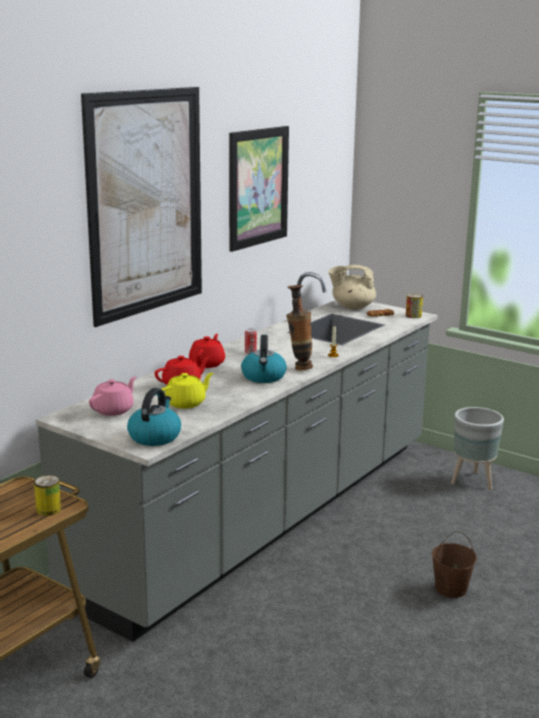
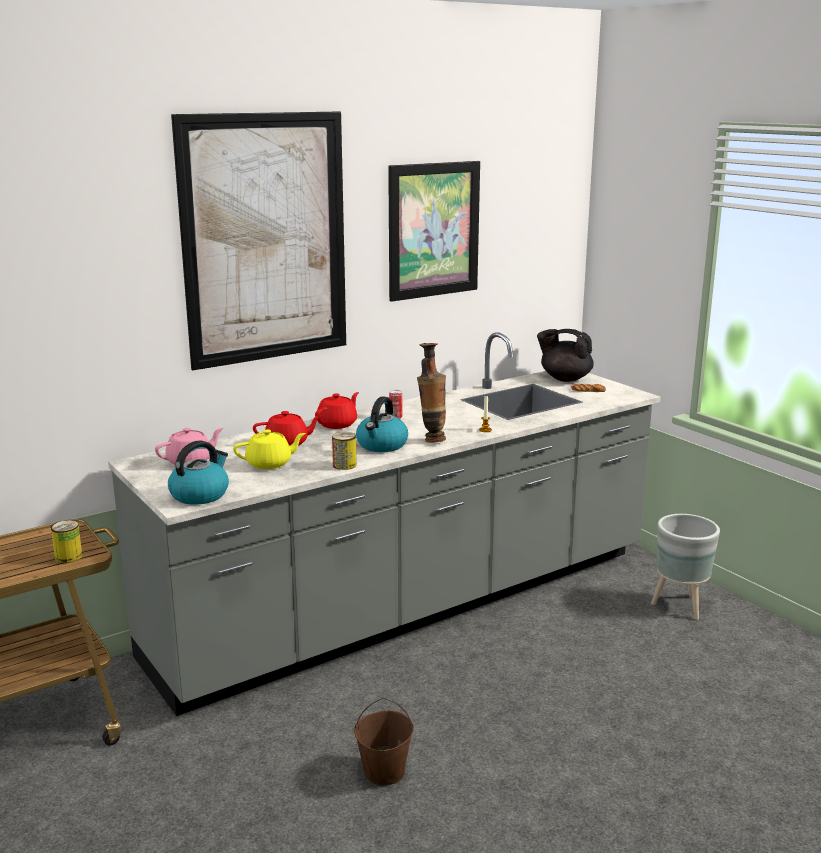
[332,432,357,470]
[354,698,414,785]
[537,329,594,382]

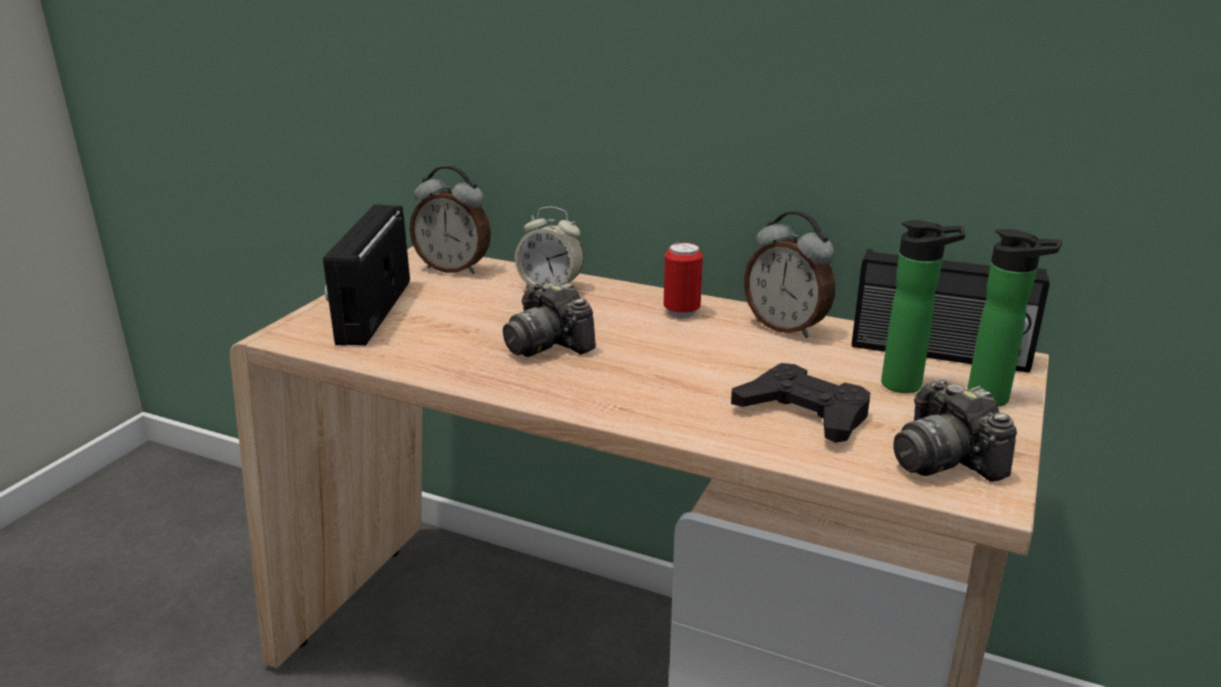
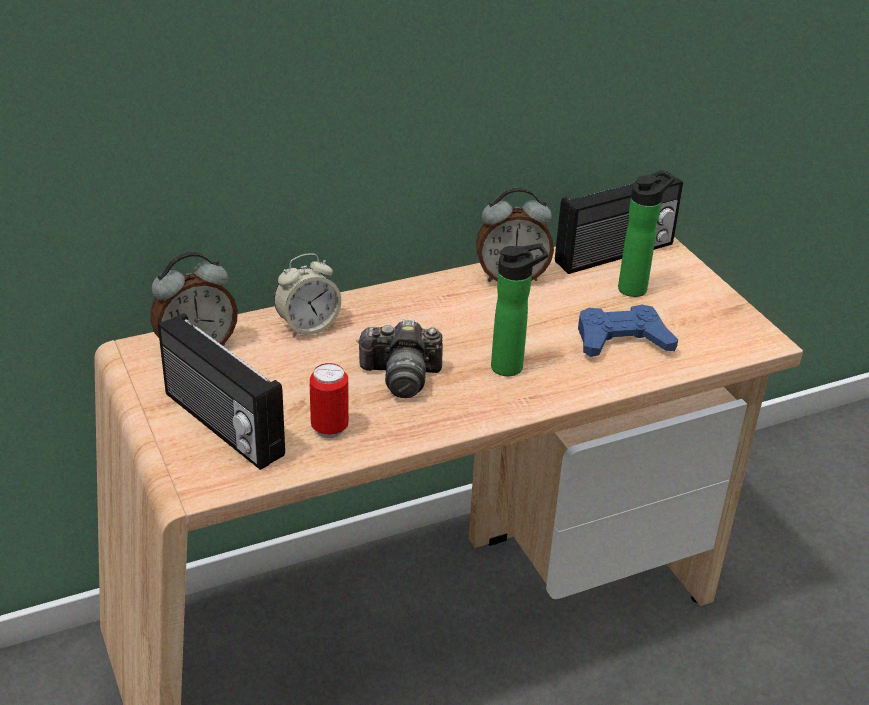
[310,363,349,438]
[491,243,548,376]
[578,304,678,357]
[893,379,1017,482] (first image)

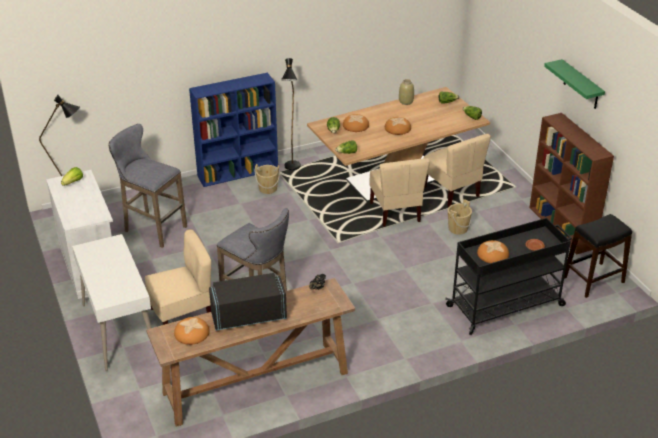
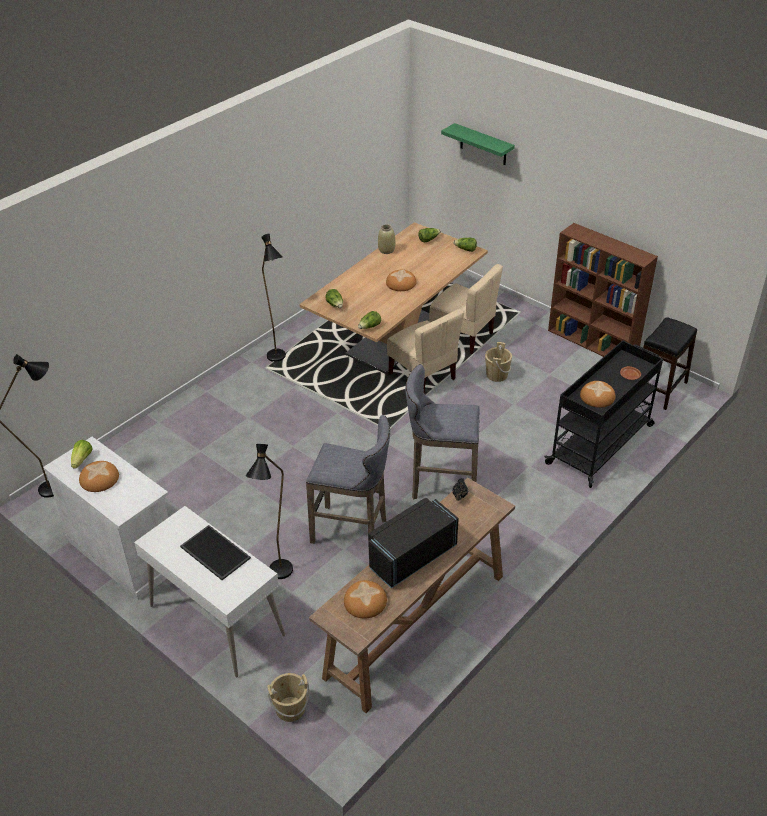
[79,461,119,492]
[180,525,251,580]
[246,444,293,579]
[267,673,309,722]
[405,364,480,499]
[441,123,515,165]
[189,73,278,187] (first image)

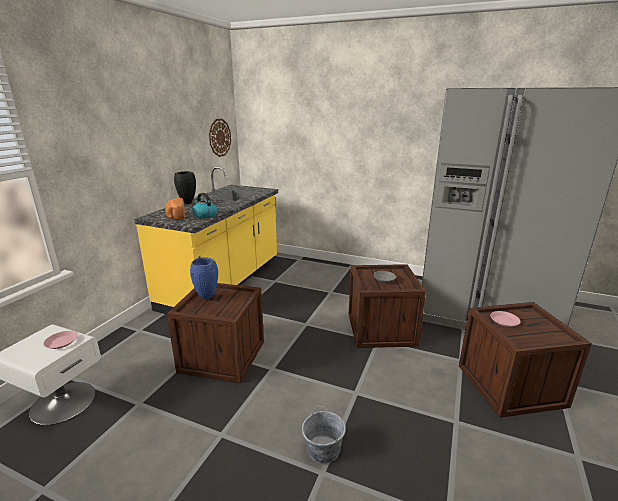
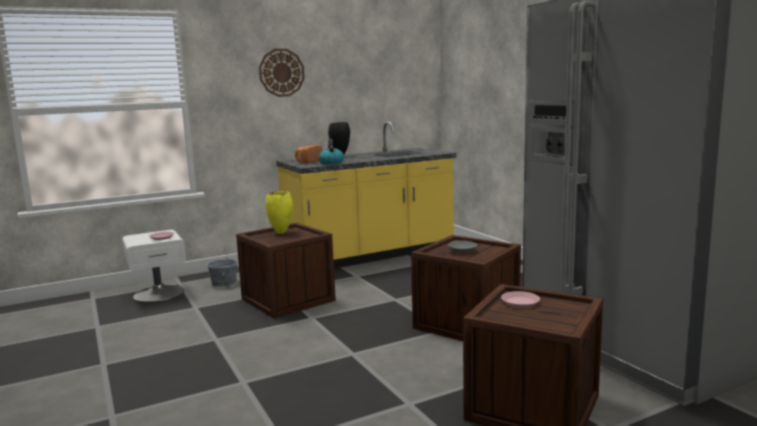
[207,247,238,287]
[259,49,305,97]
[266,191,293,234]

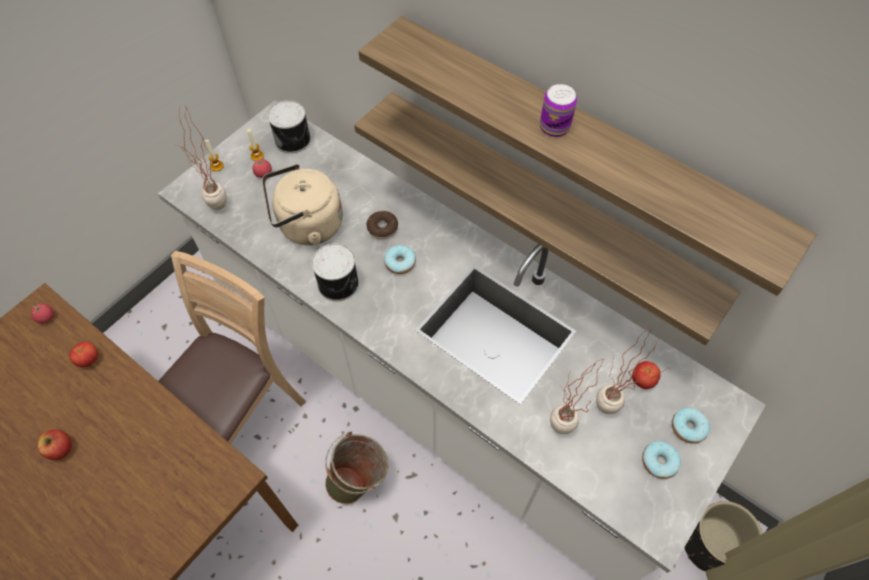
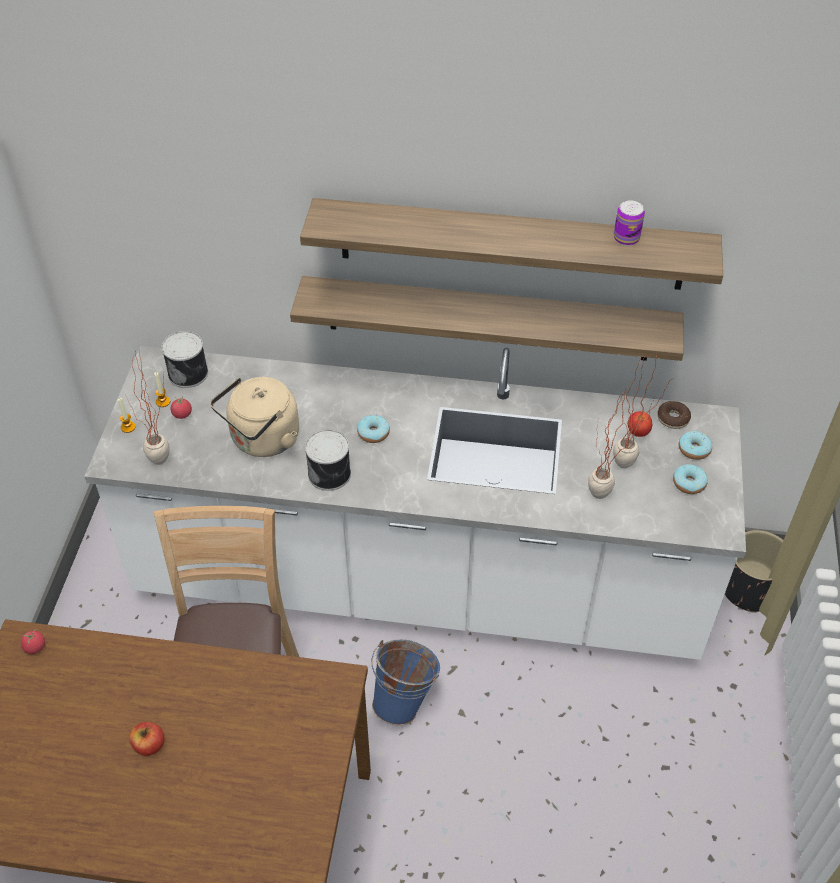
[372,639,440,726]
[614,200,645,246]
[657,401,691,429]
[69,341,98,368] (first image)

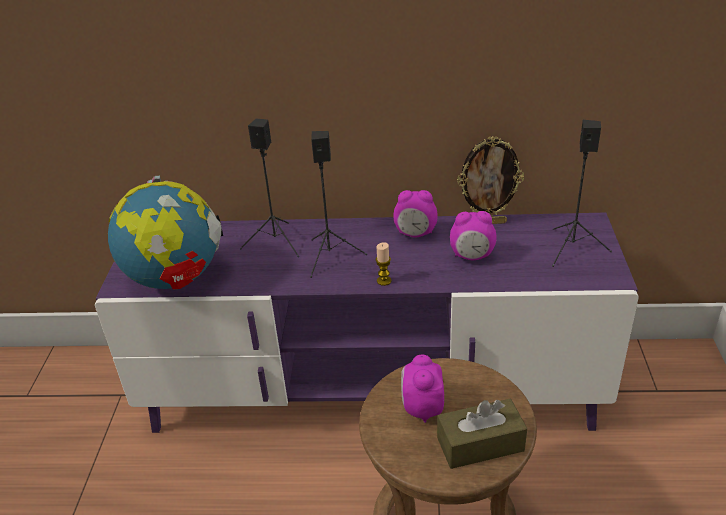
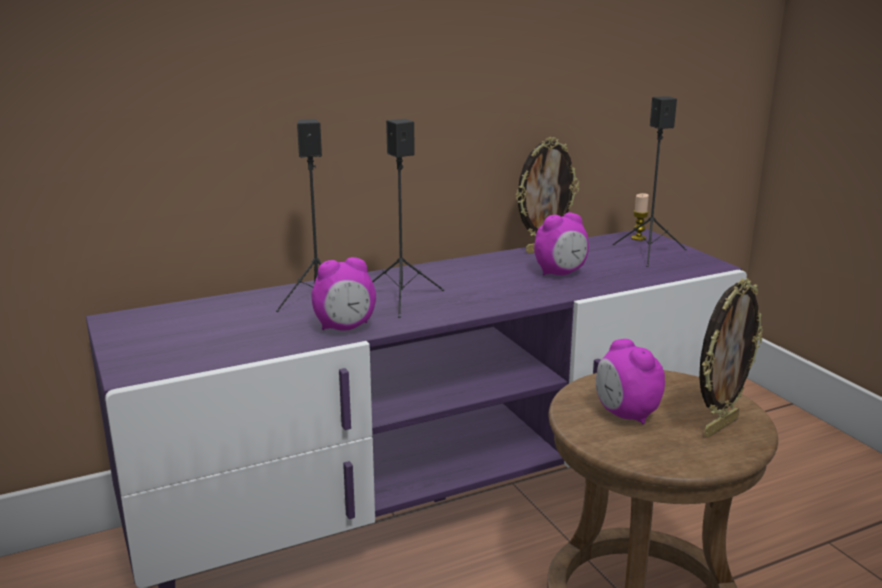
[312,257,376,331]
[631,193,649,241]
[699,278,763,437]
[108,176,223,290] (first image)

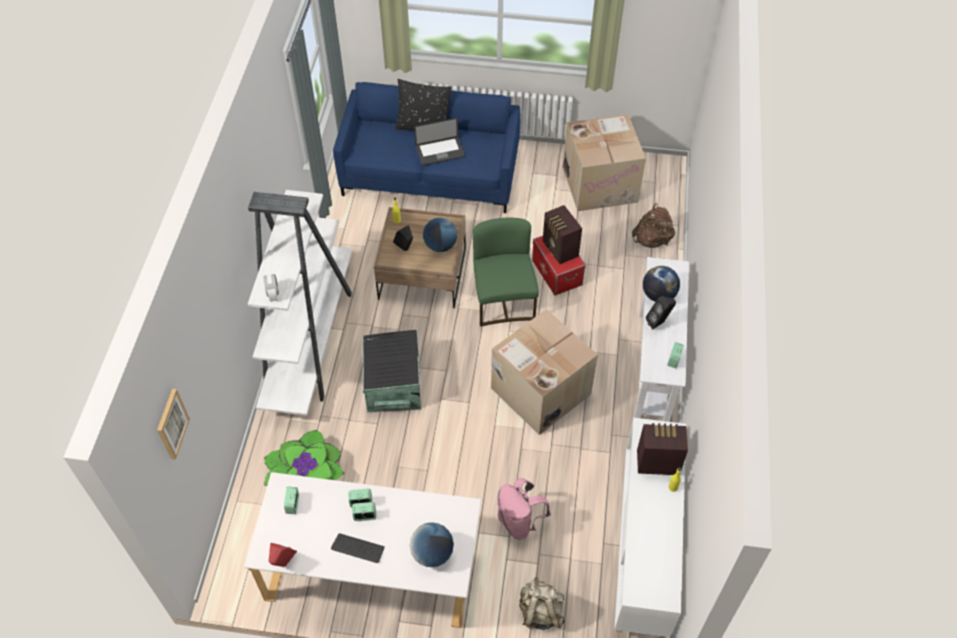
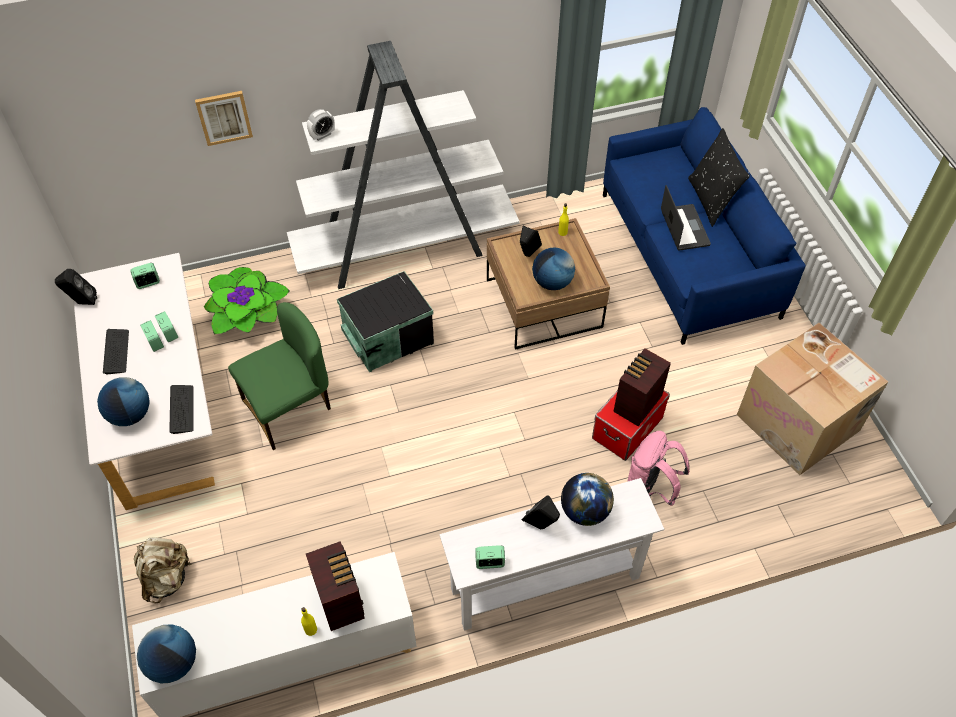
[55,269,97,305]
[137,624,196,683]
[169,385,194,434]
[195,91,253,146]
[228,302,331,450]
[627,431,690,506]
[661,185,711,251]
[491,309,598,435] (first image)
[632,203,675,248] (first image)

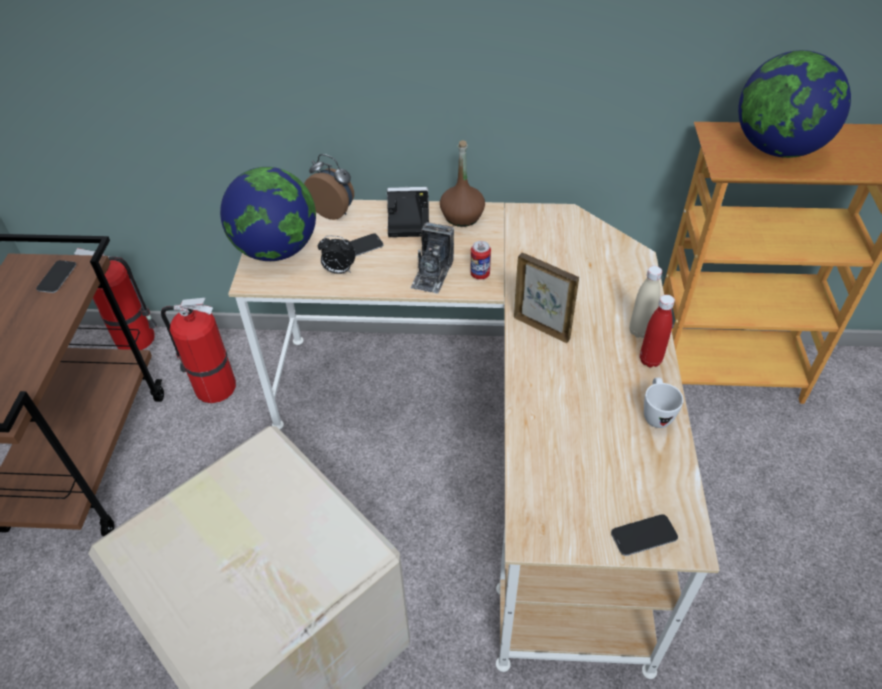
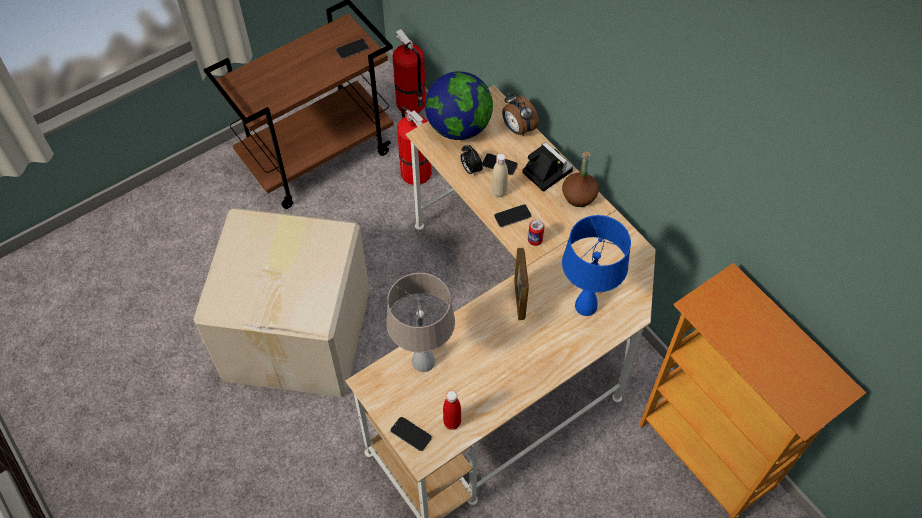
[386,273,455,372]
[443,390,461,430]
[492,153,508,197]
[494,204,531,227]
[502,93,539,136]
[562,215,631,316]
[644,377,684,428] (first image)
[738,50,851,158] (first image)

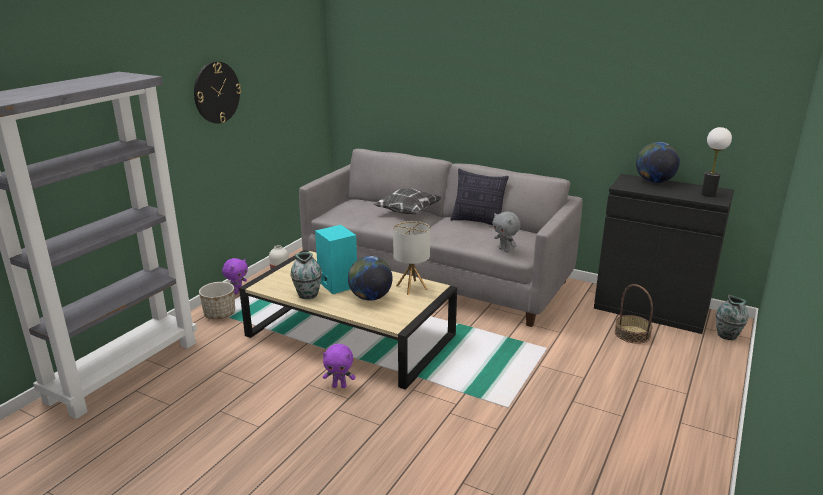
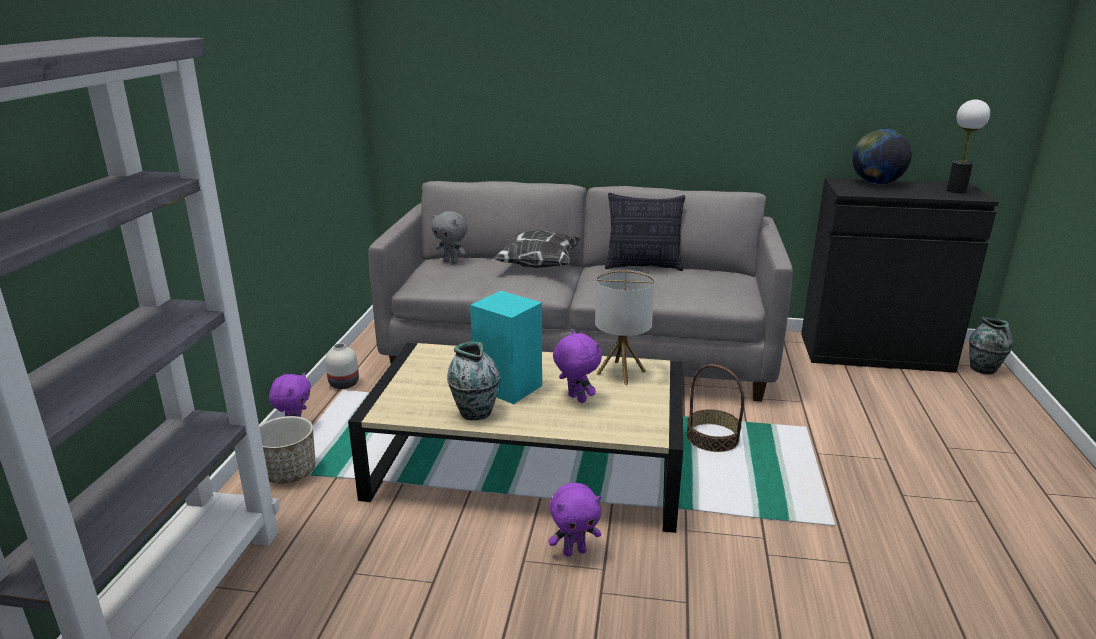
[432,211,468,264]
[553,330,602,403]
[686,364,744,452]
[194,61,241,124] (first image)

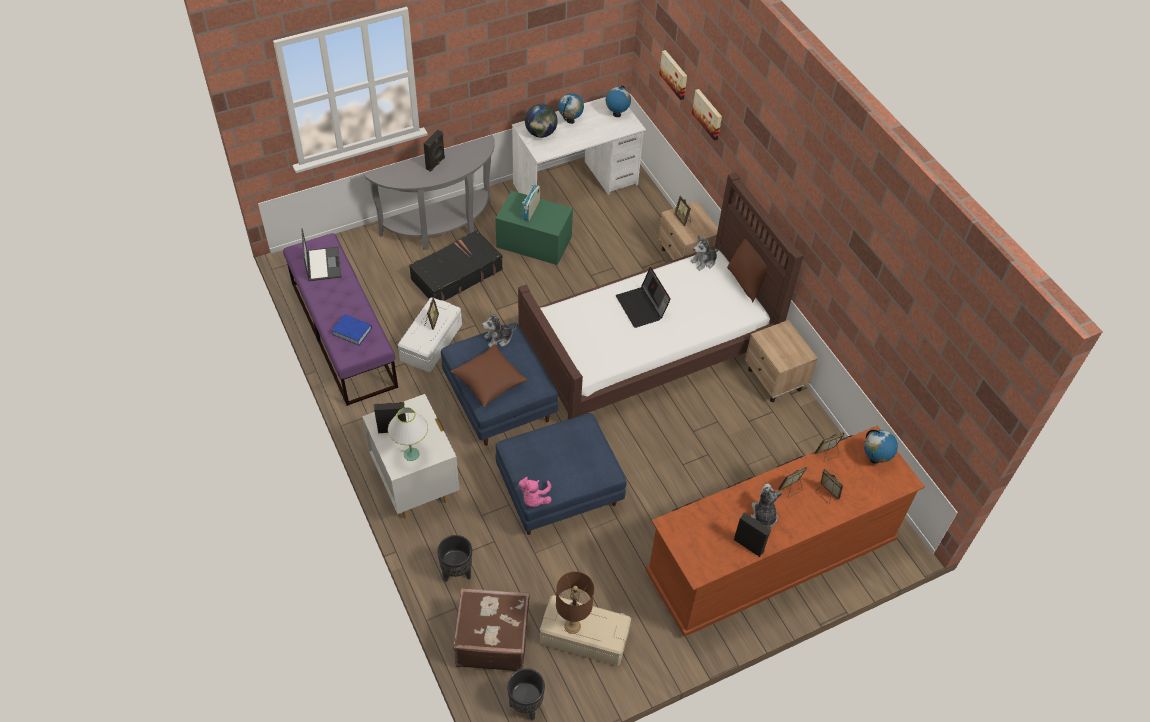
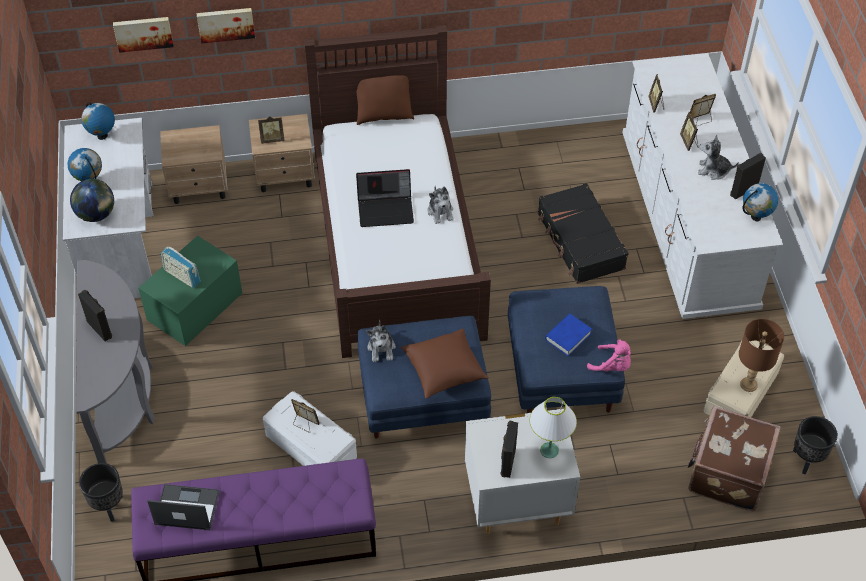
[79,463,123,522]
[160,125,228,204]
[428,187,454,224]
[538,183,629,284]
[545,314,592,356]
[622,53,783,319]
[743,183,778,221]

